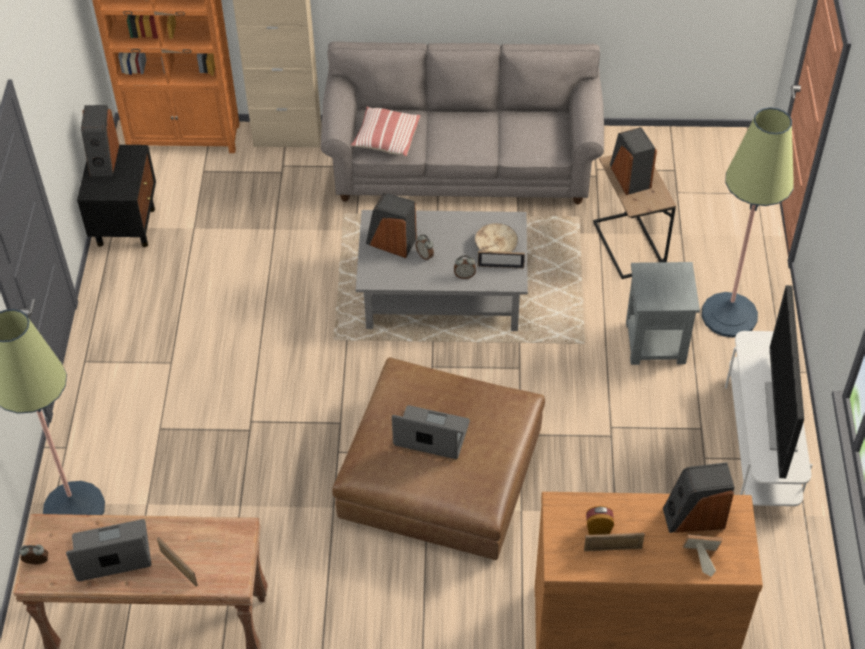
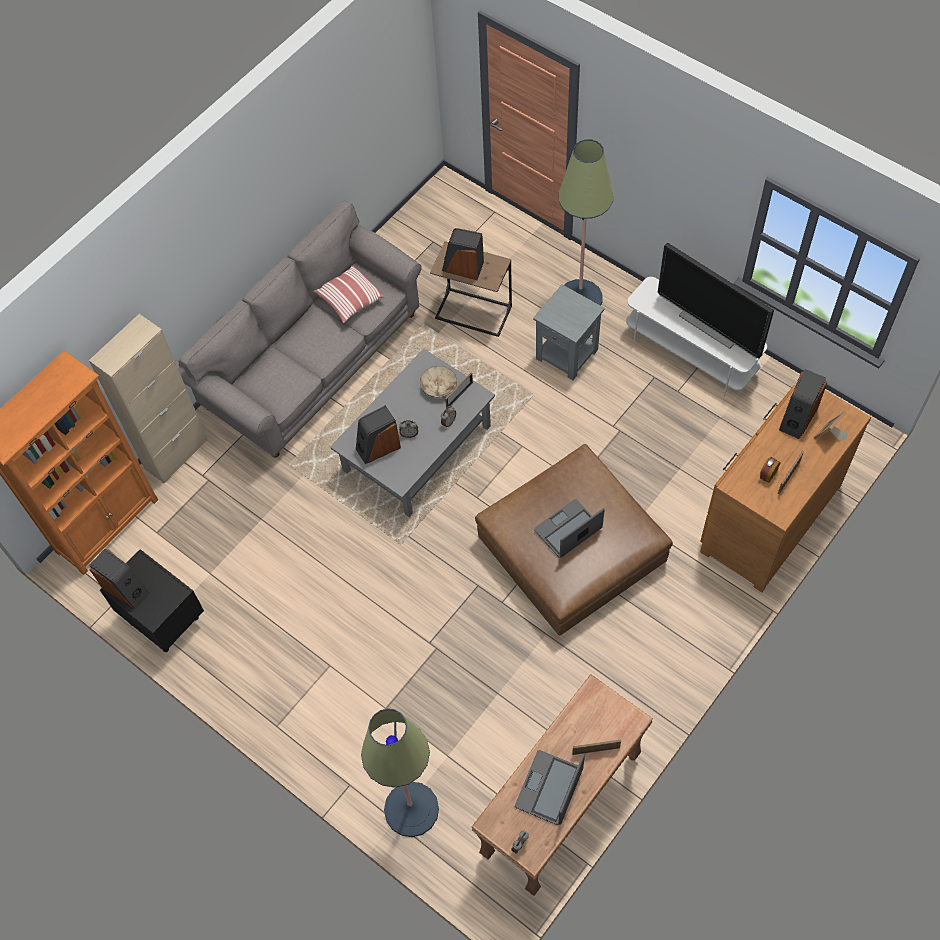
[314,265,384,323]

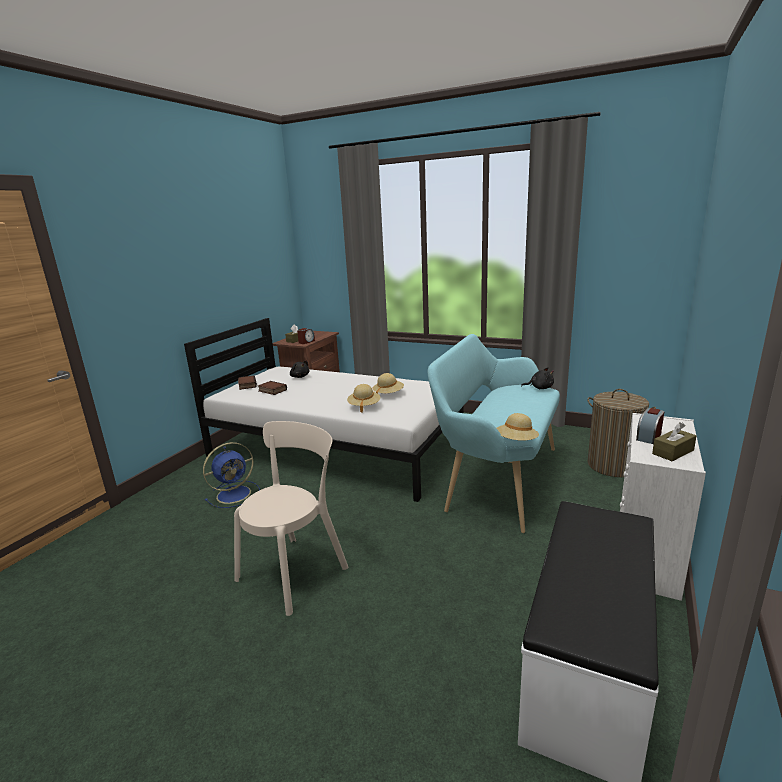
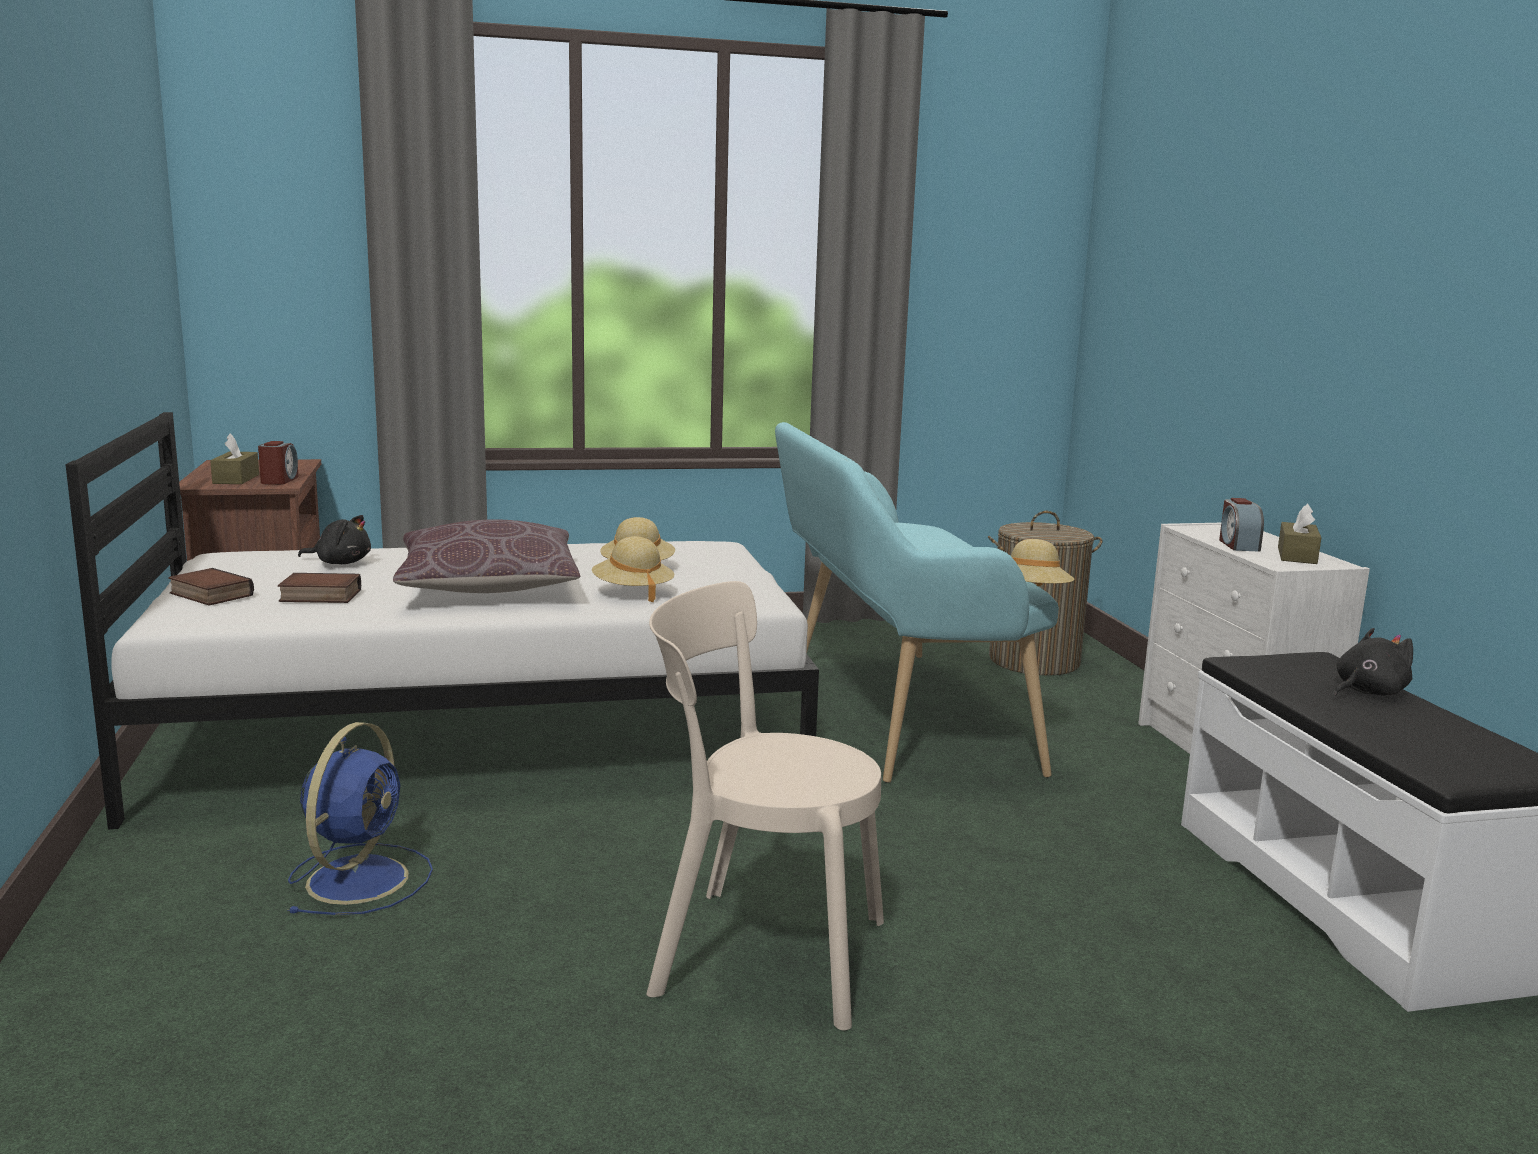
[393,519,580,593]
[646,581,884,1031]
[1334,628,1413,696]

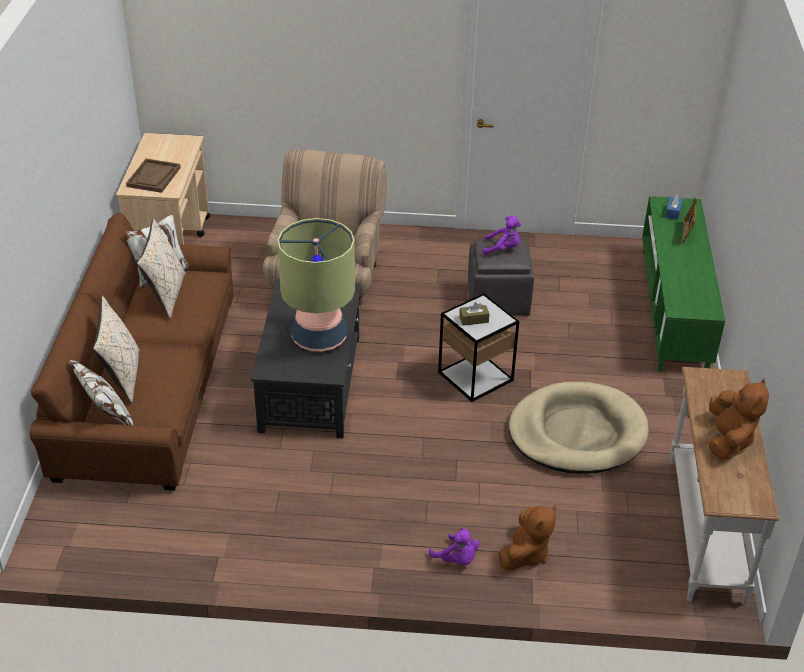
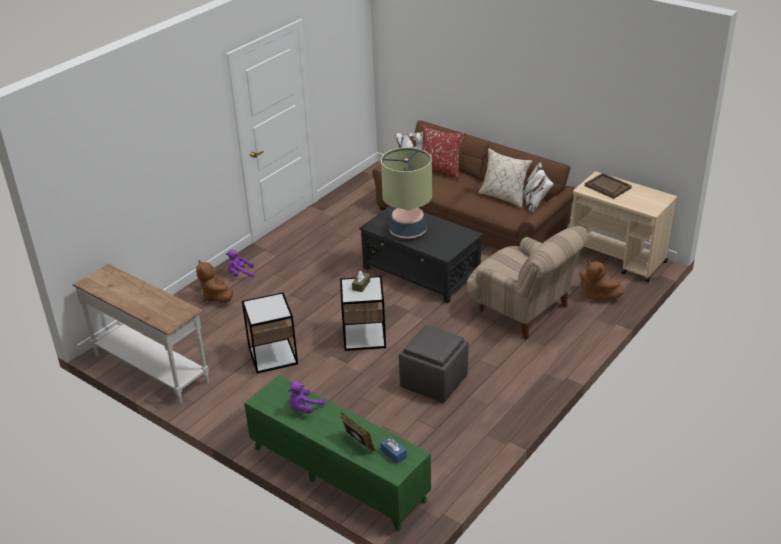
[242,292,298,374]
[288,381,325,414]
[421,125,466,179]
[579,261,624,302]

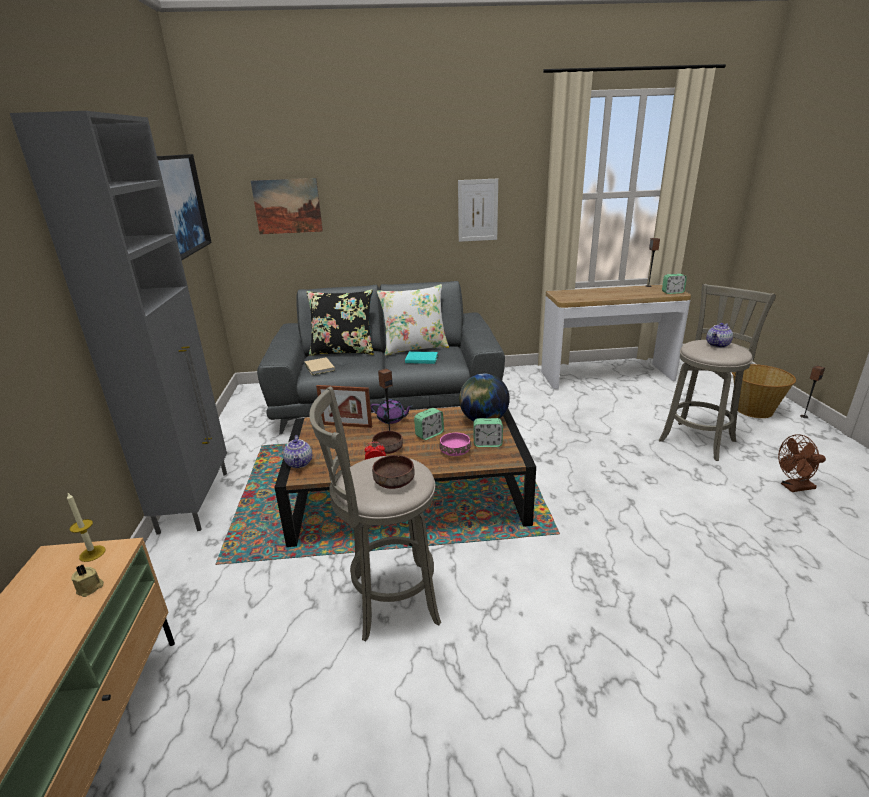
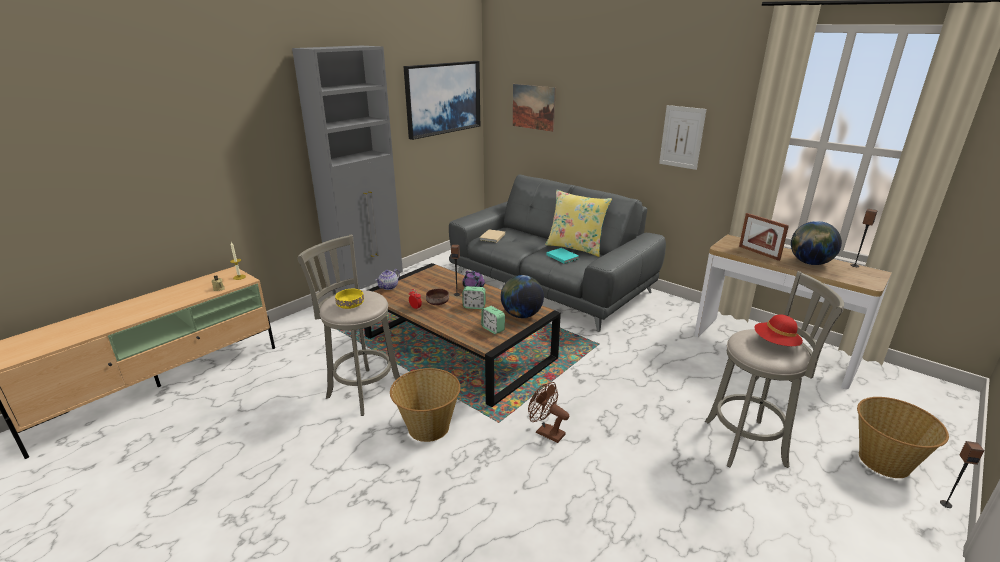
[335,289,364,309]
[390,368,460,442]
[528,382,569,443]
[545,190,612,257]
[739,213,789,261]
[754,315,803,346]
[791,221,842,265]
[307,290,374,356] (first image)
[440,433,471,456] (first image)
[662,274,687,294] (first image)

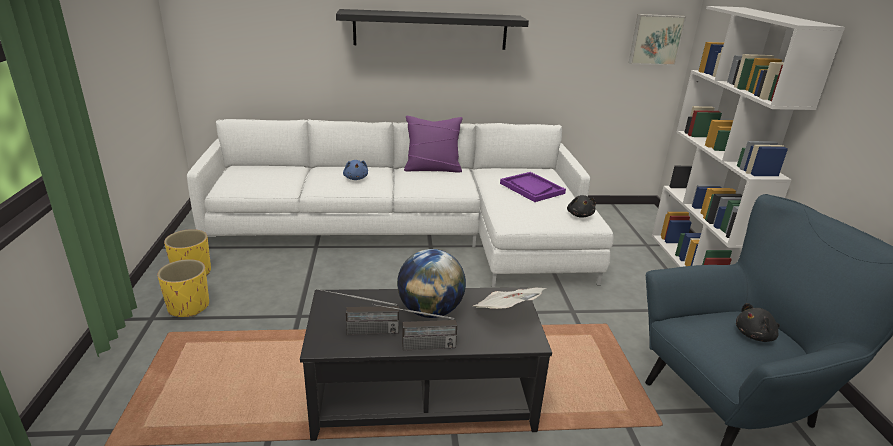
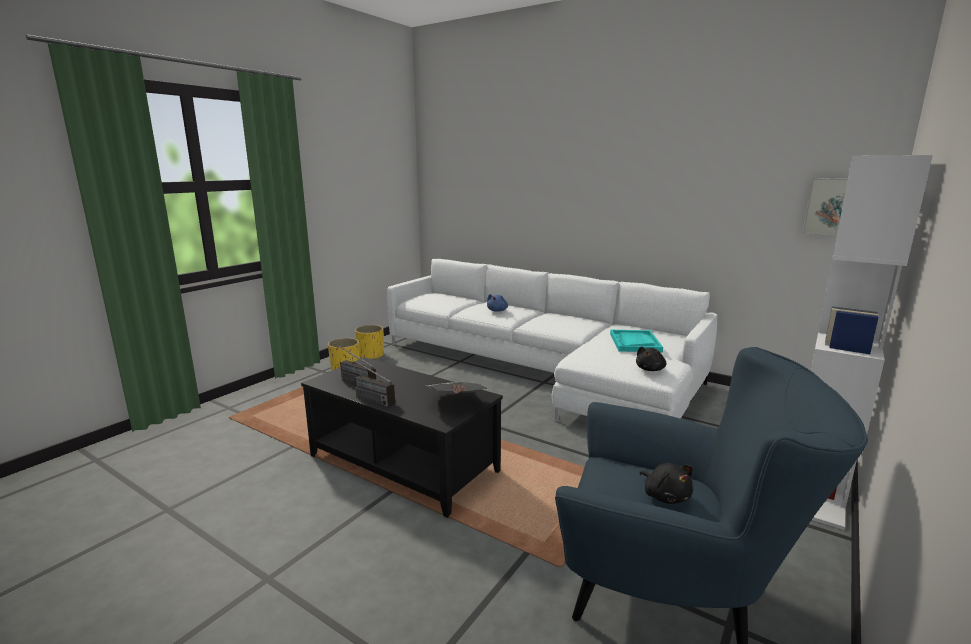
[610,330,663,352]
[639,463,693,504]
[336,9,529,50] (first image)
[397,249,466,318] (first image)
[404,116,462,173] (first image)

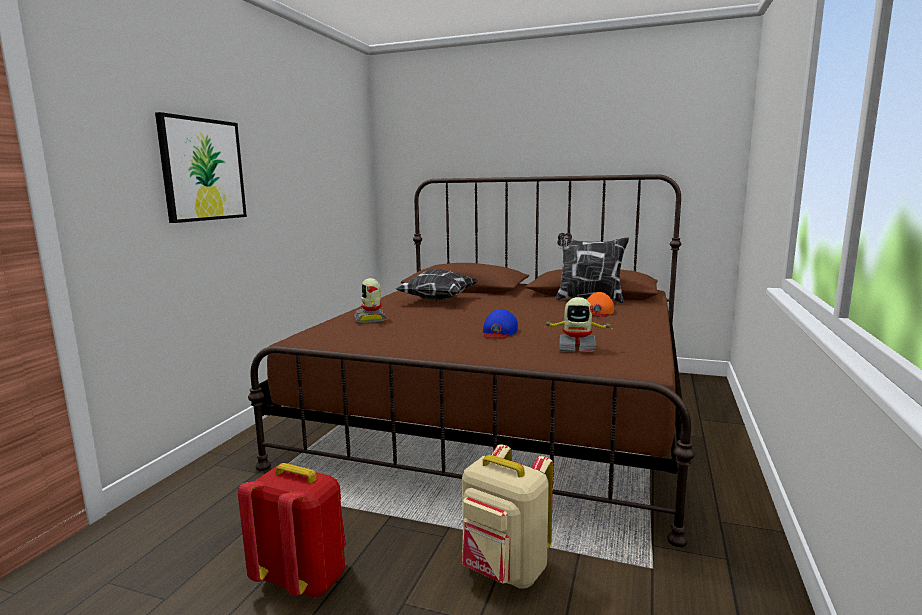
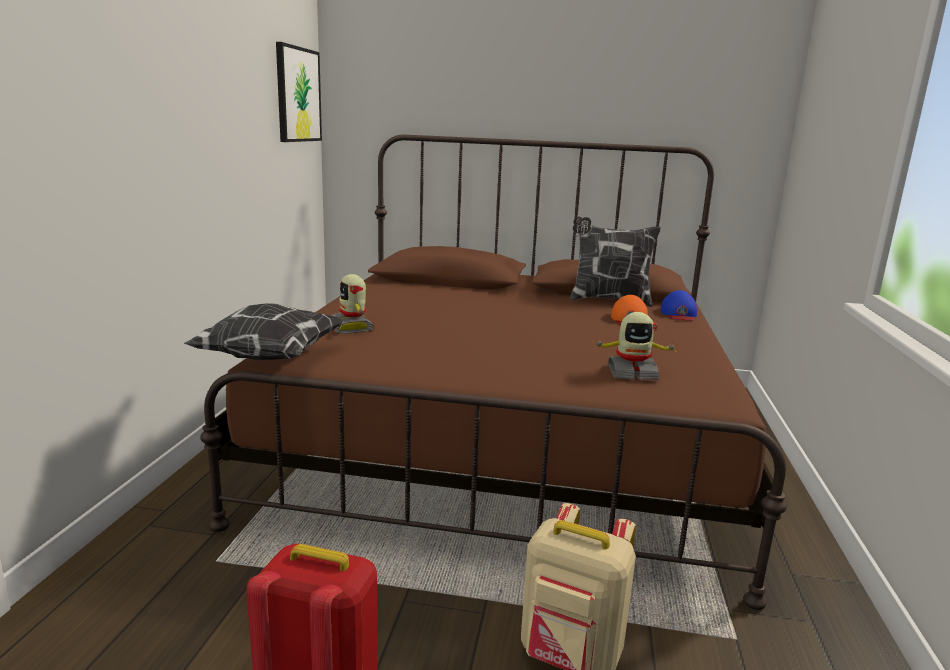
[184,303,344,360]
[276,42,322,142]
[661,290,697,321]

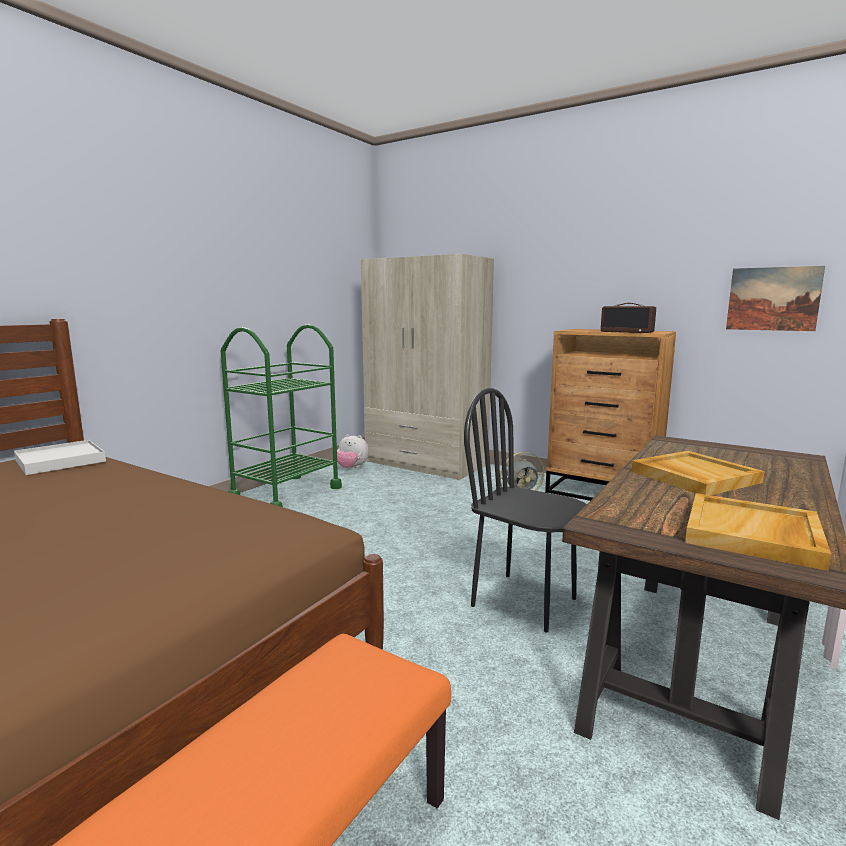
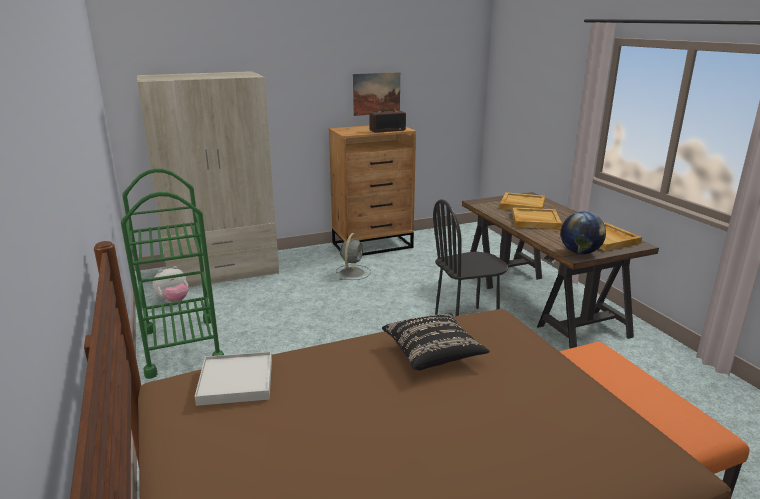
[353,72,400,116]
[382,313,490,370]
[500,192,545,210]
[561,211,606,254]

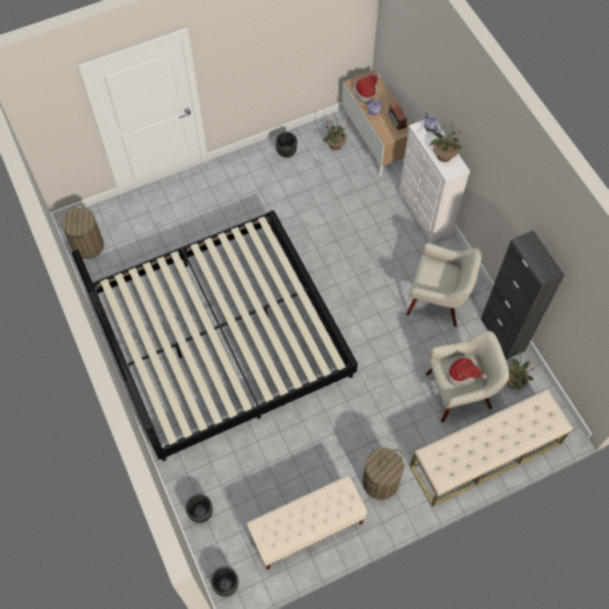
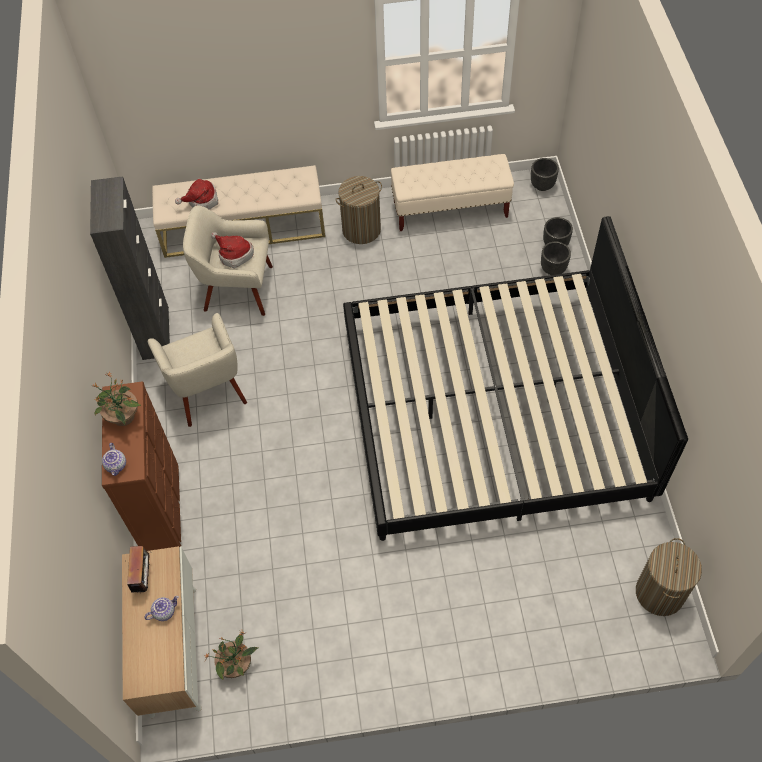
[102,381,181,551]
[148,313,247,427]
[175,179,218,210]
[541,241,571,275]
[506,354,534,390] (first image)

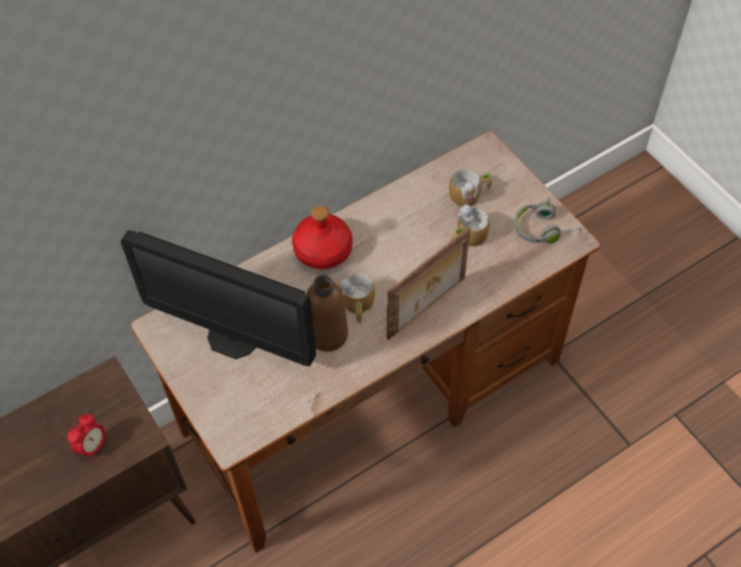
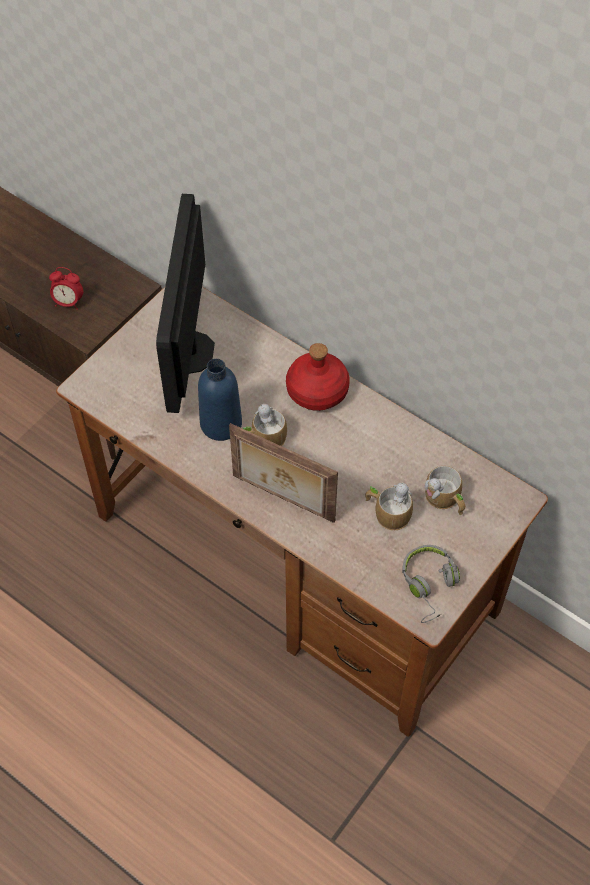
[198,359,242,441]

